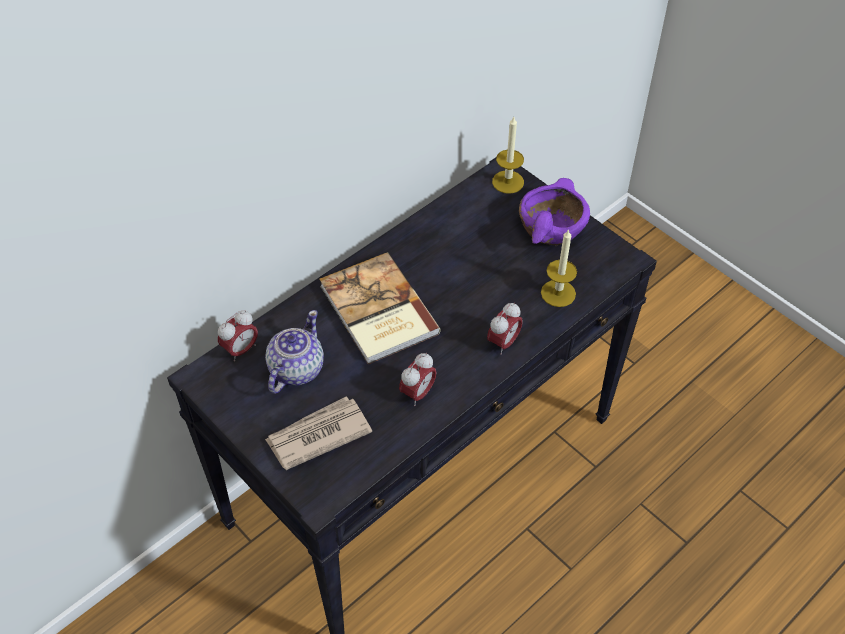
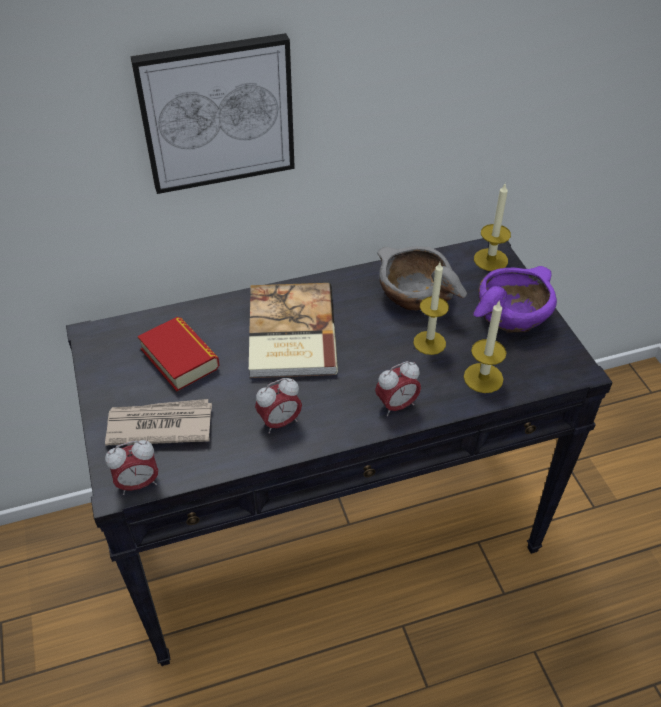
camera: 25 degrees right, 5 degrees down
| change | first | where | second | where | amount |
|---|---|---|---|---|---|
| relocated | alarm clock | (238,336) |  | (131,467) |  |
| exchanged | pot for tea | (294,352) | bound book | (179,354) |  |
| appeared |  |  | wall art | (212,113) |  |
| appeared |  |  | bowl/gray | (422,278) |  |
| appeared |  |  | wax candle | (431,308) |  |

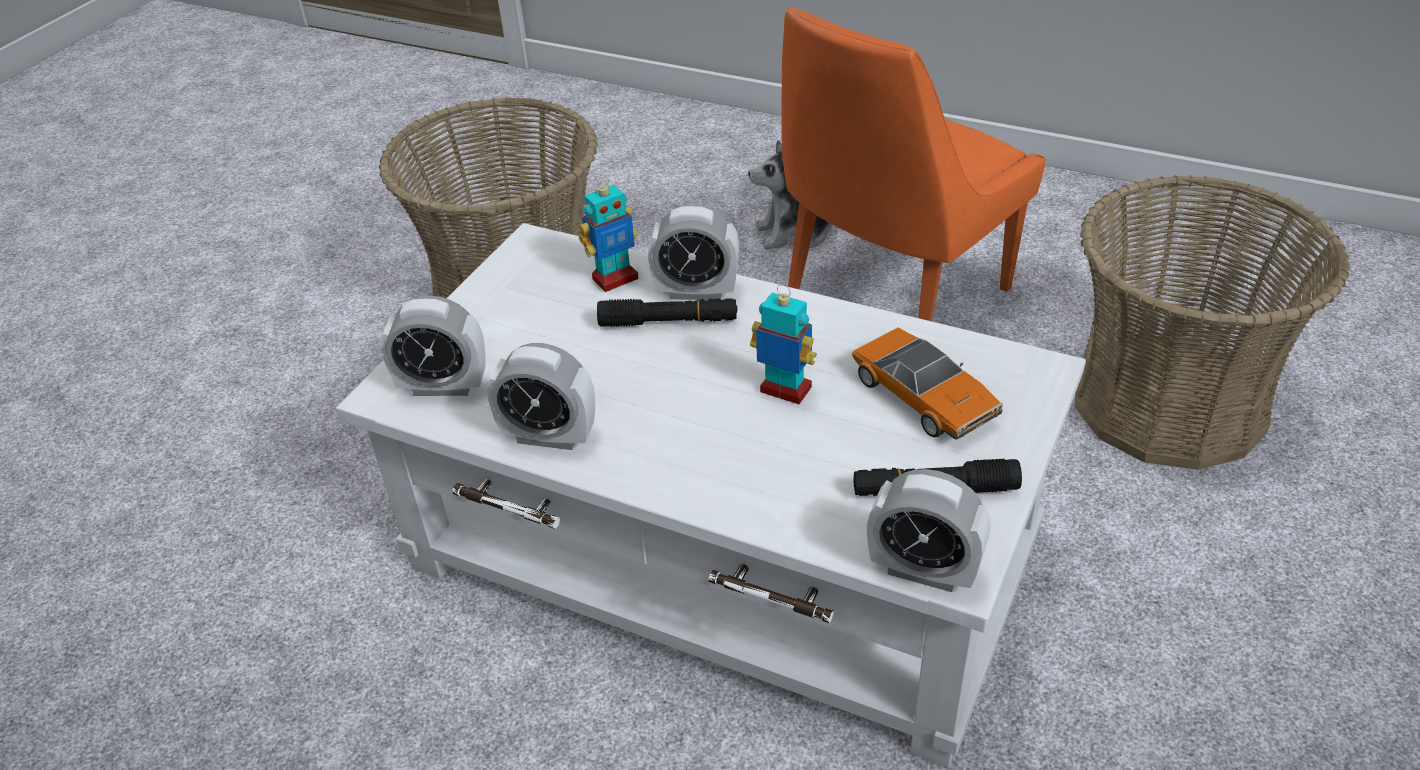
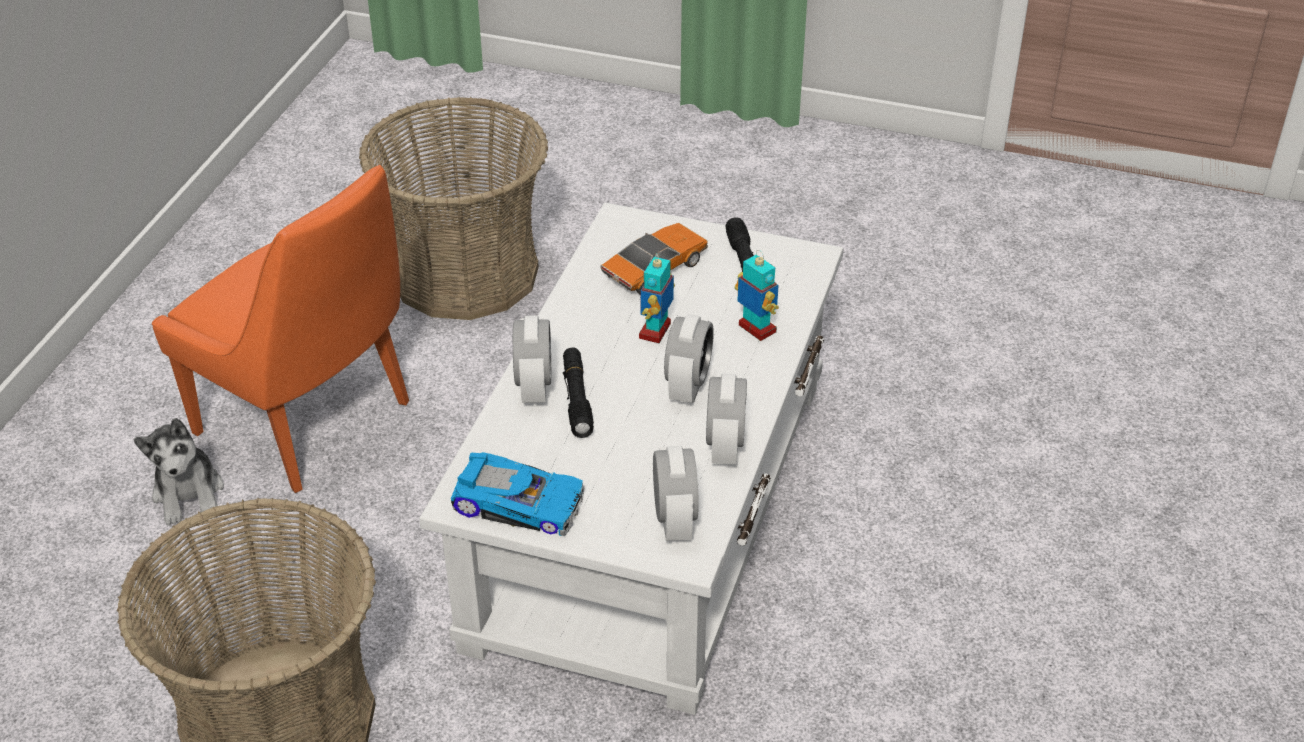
camera: 100 degrees left, 0 degrees up
| change | first | where | second | where | amount |
|---|---|---|---|---|---|
| relocated | toy robot | (608,234) |  | (757,295) |  |
| relocated | alarm clock | (929,530) |  | (689,358) |  |
| appeared |  |  | model car | (517,494) |  |

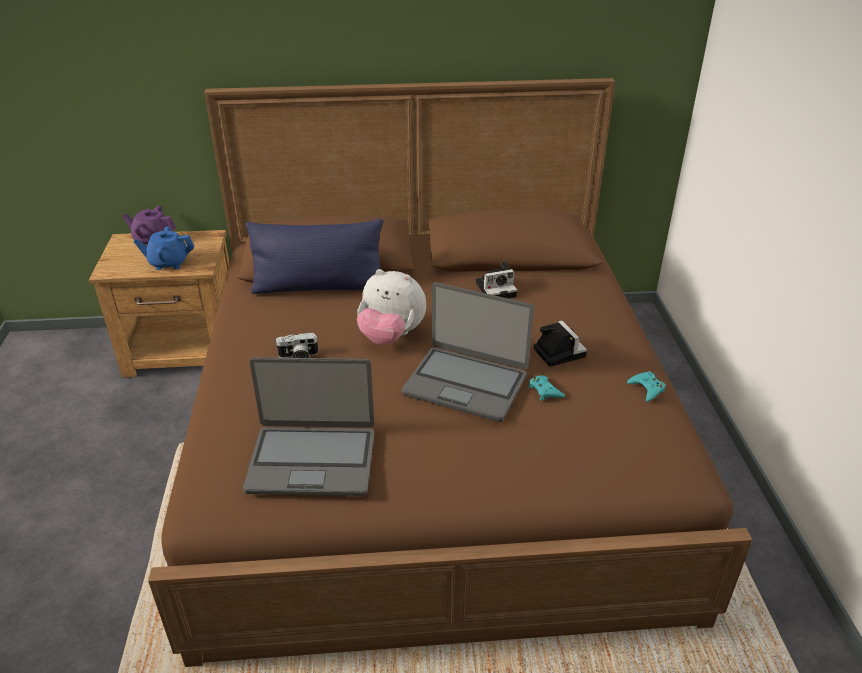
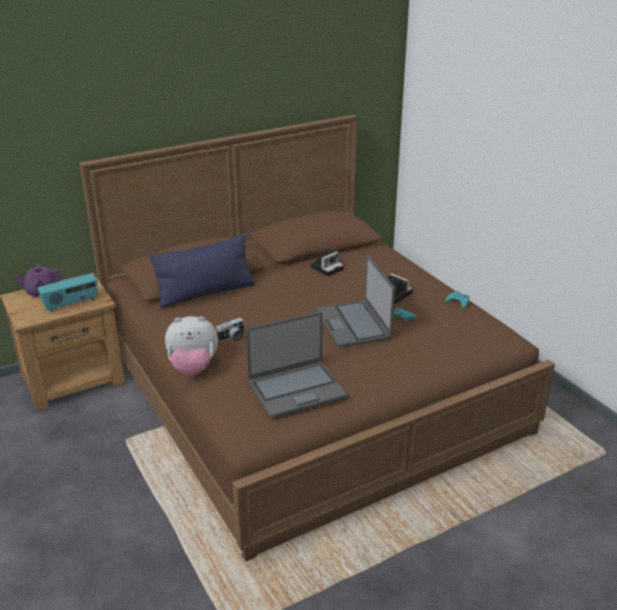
camera: 25 degrees left, 5 degrees down
| change | first | where | second | where | amount |
|---|---|---|---|---|---|
| exchanged | pot for tea/bluish | (164,248) | radio set | (68,292) |  |
| relocated | soft toy | (391,307) |  | (191,346) |  |
| spun | portable computer | (468,352) |  | (356,301) | 75 degrees clockwise |

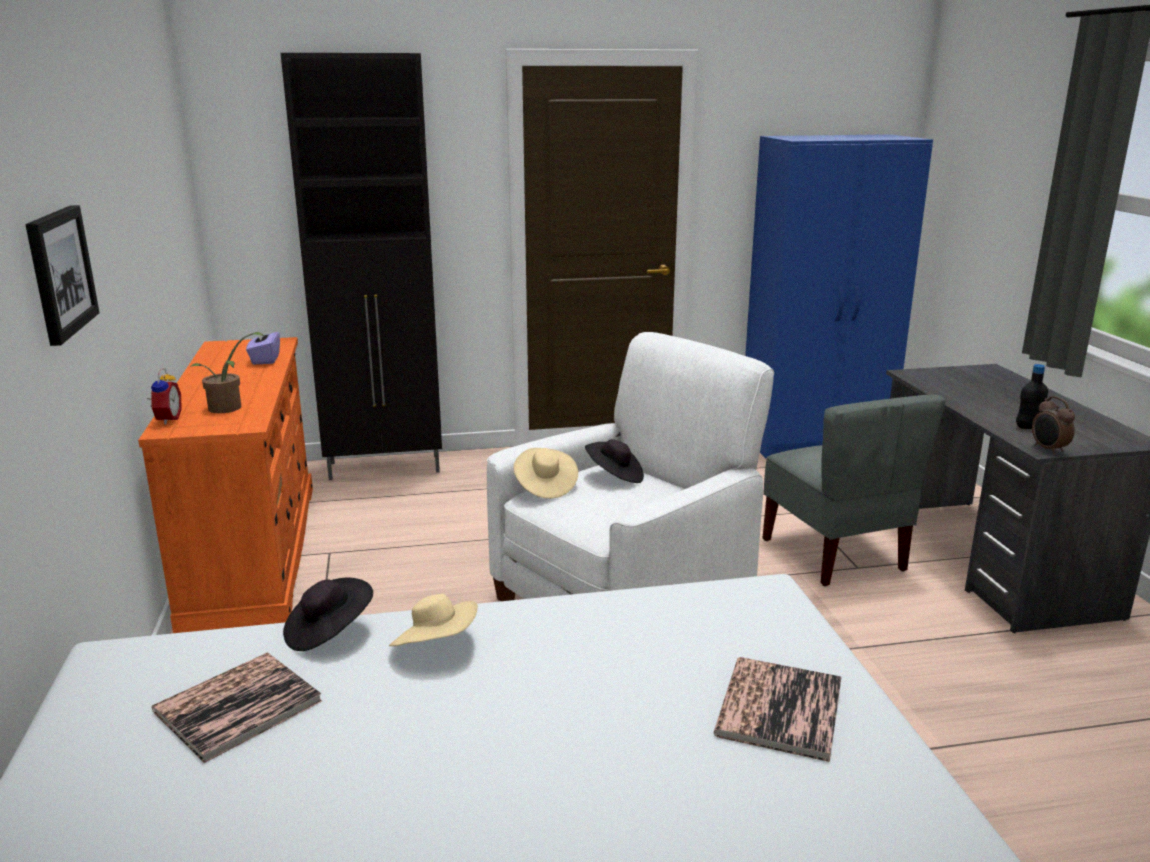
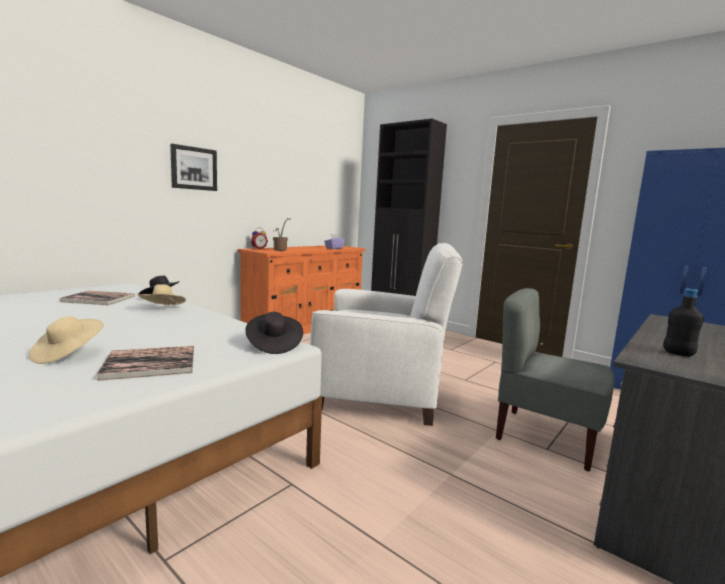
camera: 50 degrees right, 10 degrees down
| change | first | where | second | where | amount |
|---|---|---|---|---|---|
| spun | chair/gray | (854,490) |  | (555,379) | 90 degrees clockwise |
| missing | alarm clock | (1053,425) |  |  |  |
| relocated | wearable hat/black | (614,461) |  | (274,333) |  |
| relocated | wearable hat/sand-coloured | (545,473) |  | (66,340) |  |

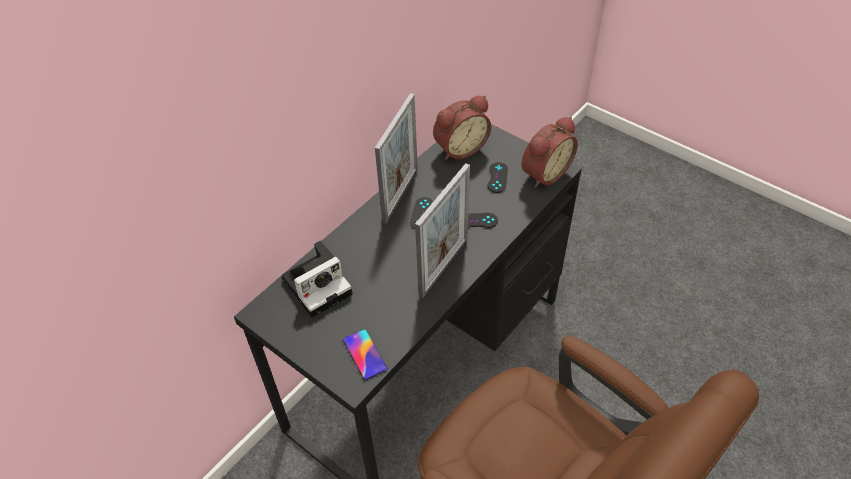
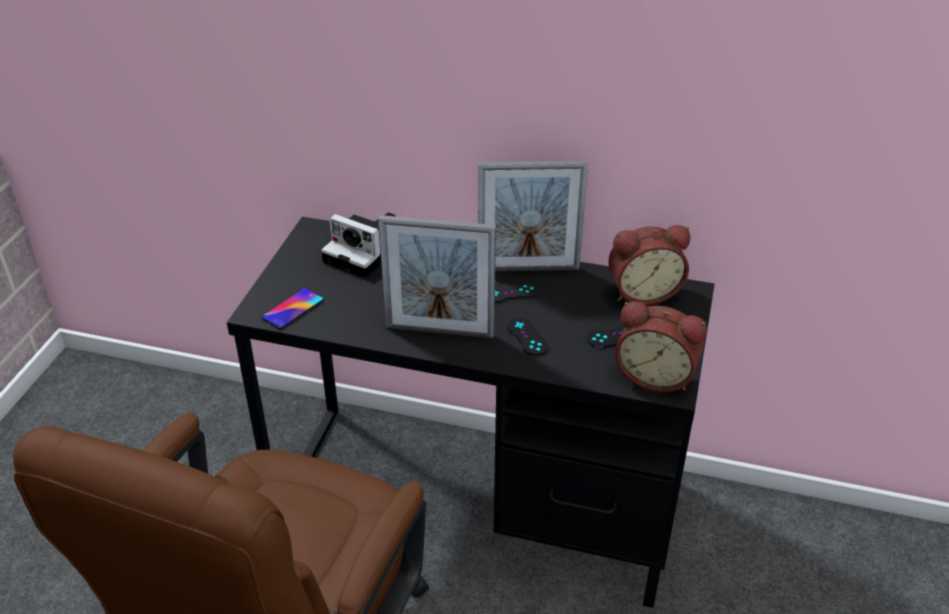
camera: 65 degrees right, 10 degrees down
| change | first | where | second | where | amount |
|---|---|---|---|---|---|
| spun | alarm clock | (462,127) |  | (649,265) | 45 degrees counterclockwise |

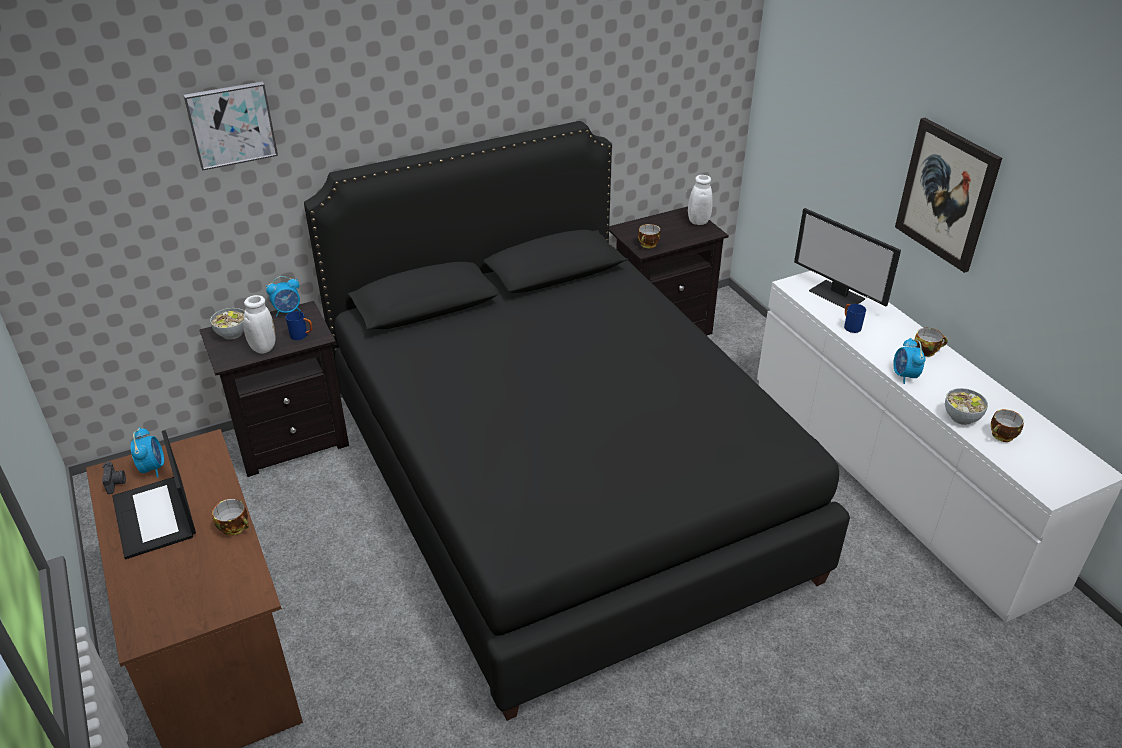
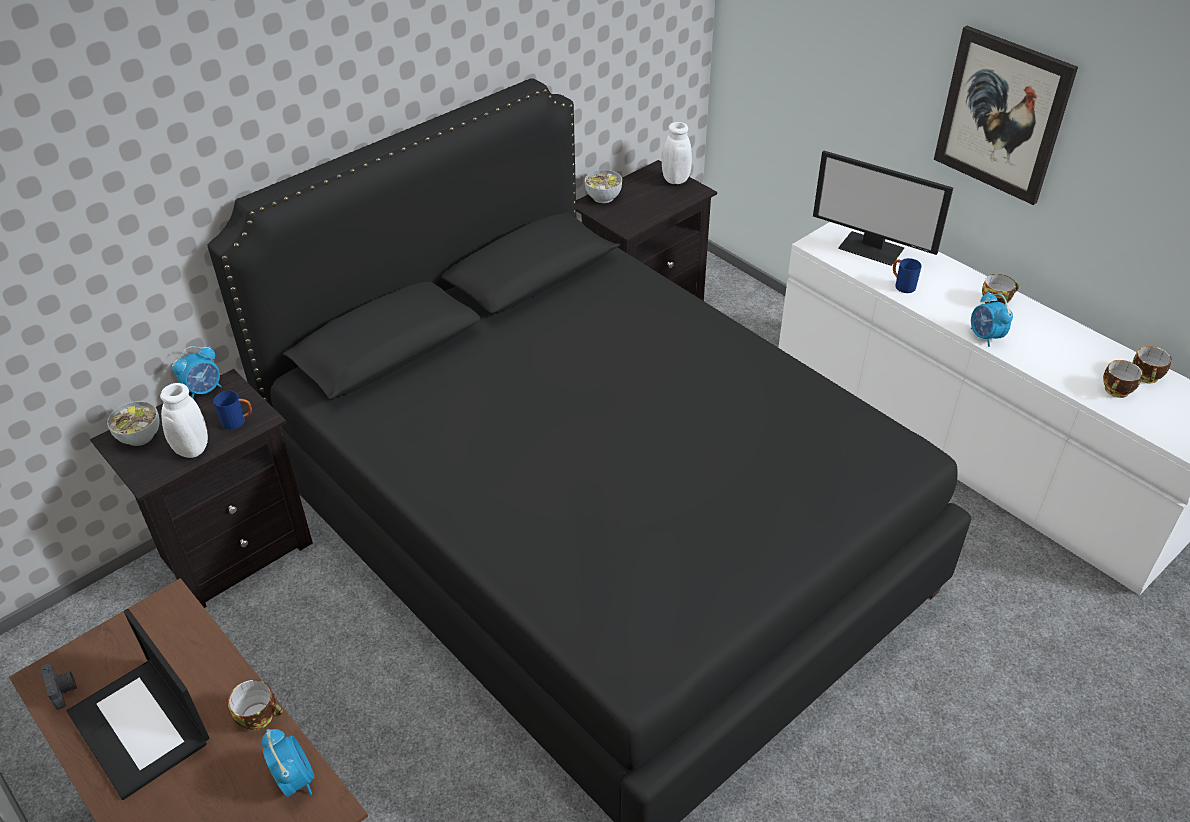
camera: 15 degrees left, 5 degrees up
| change | first | where | second | where | amount |
|---|---|---|---|---|---|
| missing | wall art | (231,126) |  |  |  |
| relocated | drinking cup | (649,236) |  | (1152,364) |  |
| relocated | bowl | (966,406) |  | (603,186) |  |
| relocated | alarm clock | (147,452) |  | (288,763) |  |

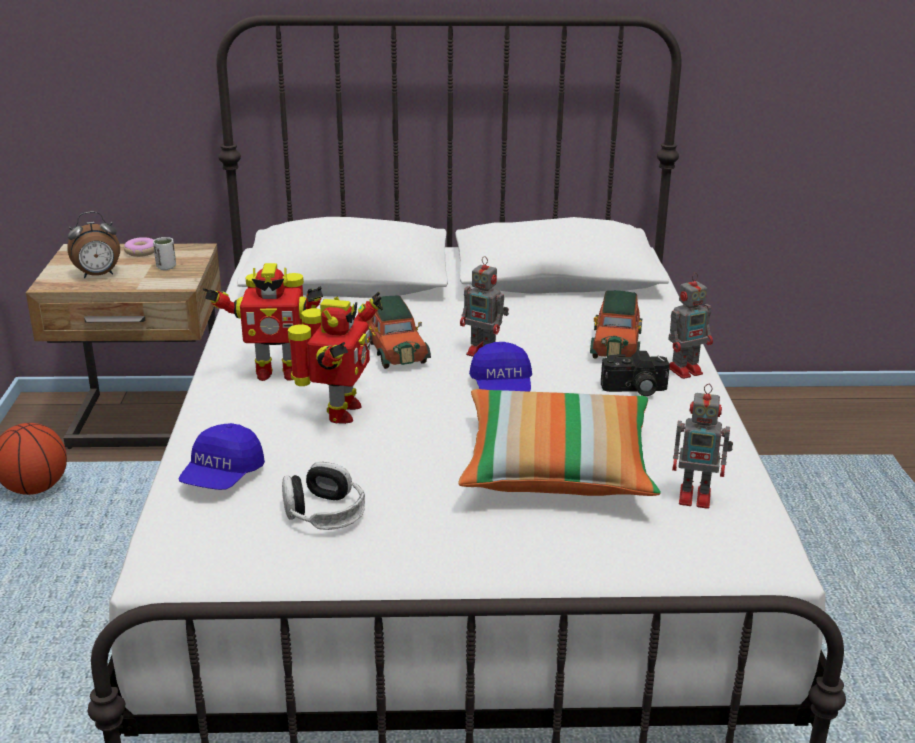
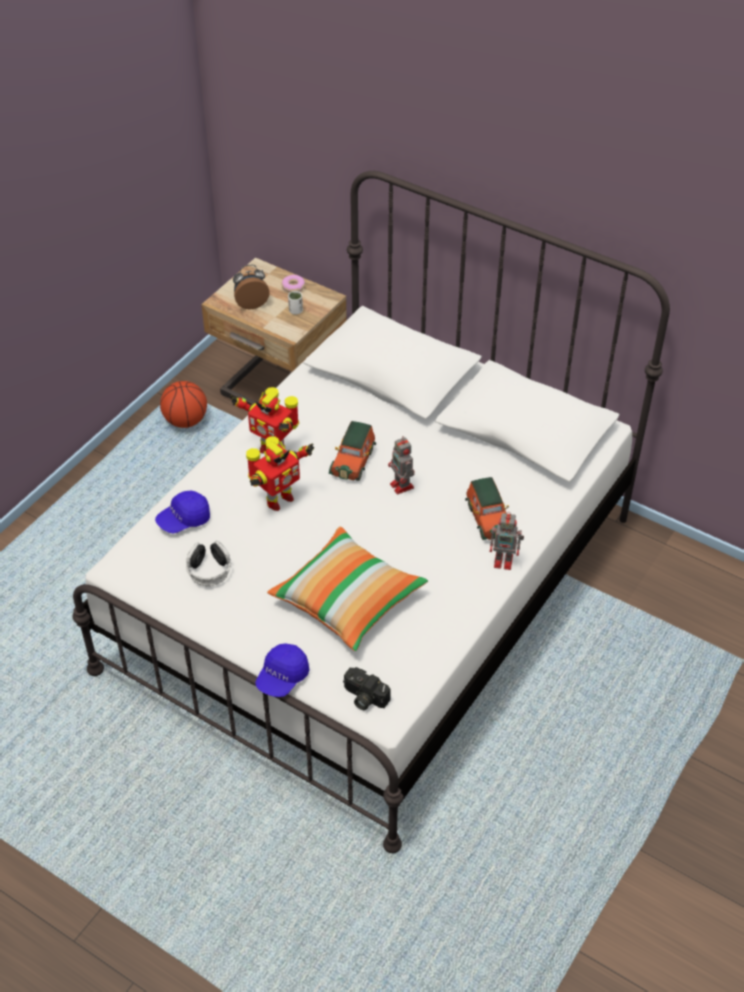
camera: 35 degrees right, 20 degrees up
| change | first | where | second | where | amount |
|---|---|---|---|---|---|
| spun | alarm clock | (93,245) |  | (251,287) | 150 degrees clockwise |
| spun | model car | (616,325) |  | (487,508) | 60 degrees counterclockwise |
| relocated | baseball cap/bluish | (500,367) |  | (282,670) |  |
| relocated | still camera | (635,373) |  | (367,688) |  |
| missing | toy robot | (702,446) |  |  |  |

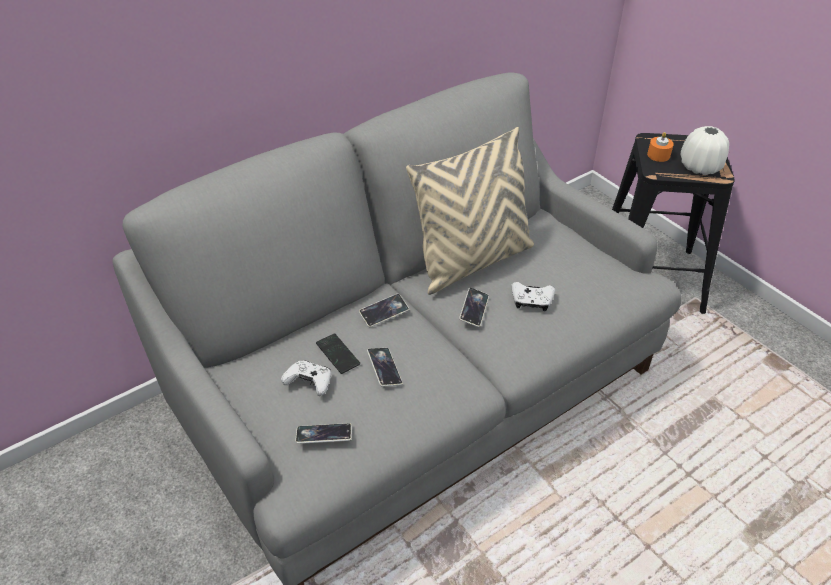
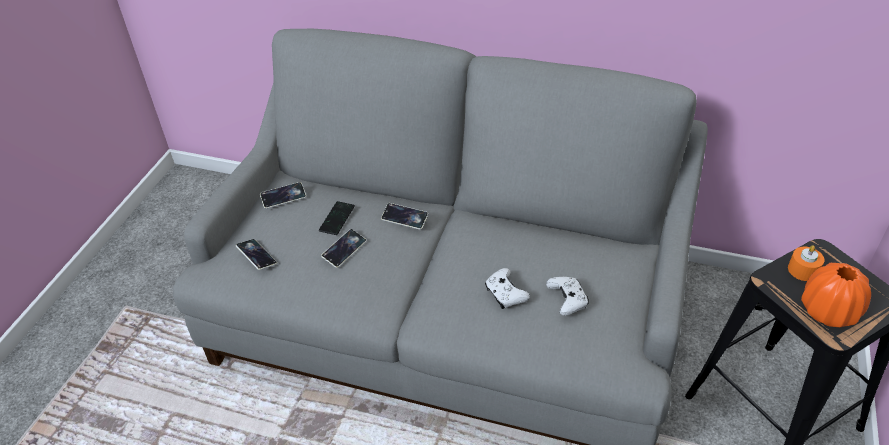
camera: 55 degrees right, 0 degrees up
| change | first | where | second | where | amount |
|---|---|---|---|---|---|
| colour | decorative vase/white-coloured | (705,150) | decorative vase/orange | (836,295) |  |
| missing | cushion/sand-coloured | (470,211) |  |  |  |
| relocated | telephone | (474,307) |  | (283,195) |  |
| relocated | joypad/white-coloured | (306,378) |  | (567,296) |  |

